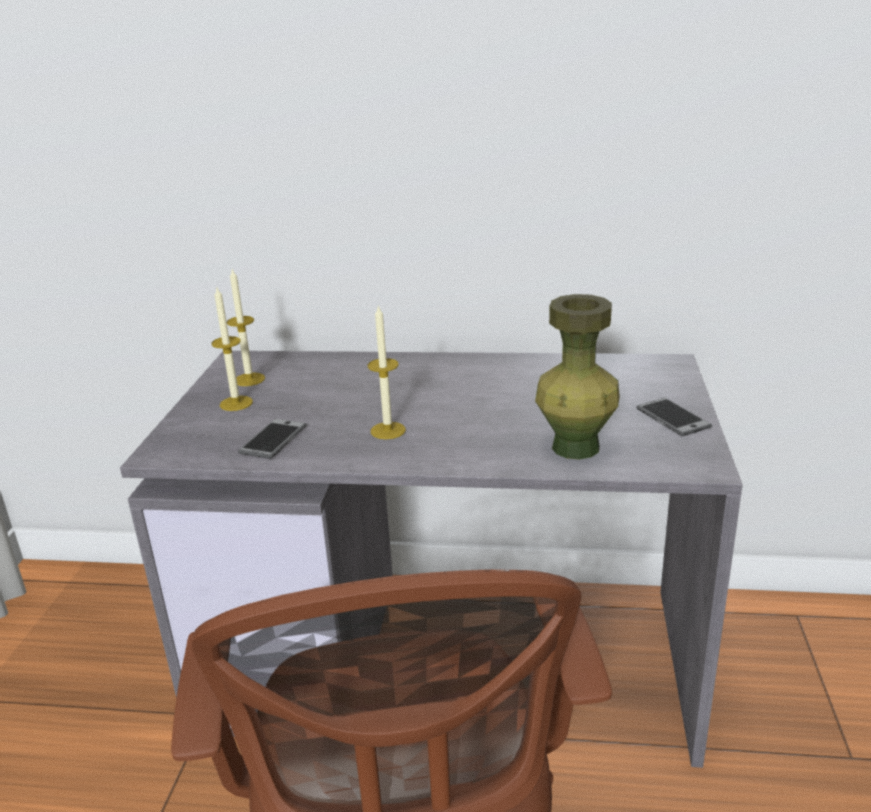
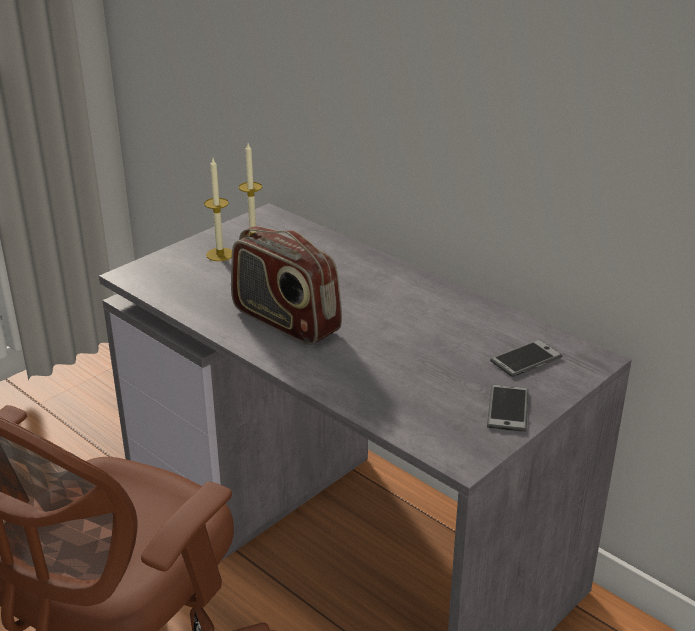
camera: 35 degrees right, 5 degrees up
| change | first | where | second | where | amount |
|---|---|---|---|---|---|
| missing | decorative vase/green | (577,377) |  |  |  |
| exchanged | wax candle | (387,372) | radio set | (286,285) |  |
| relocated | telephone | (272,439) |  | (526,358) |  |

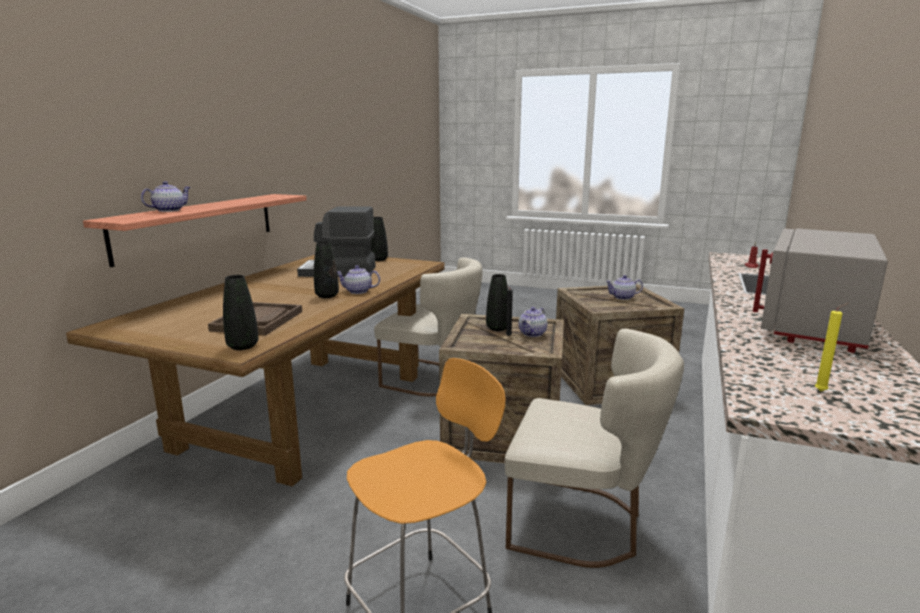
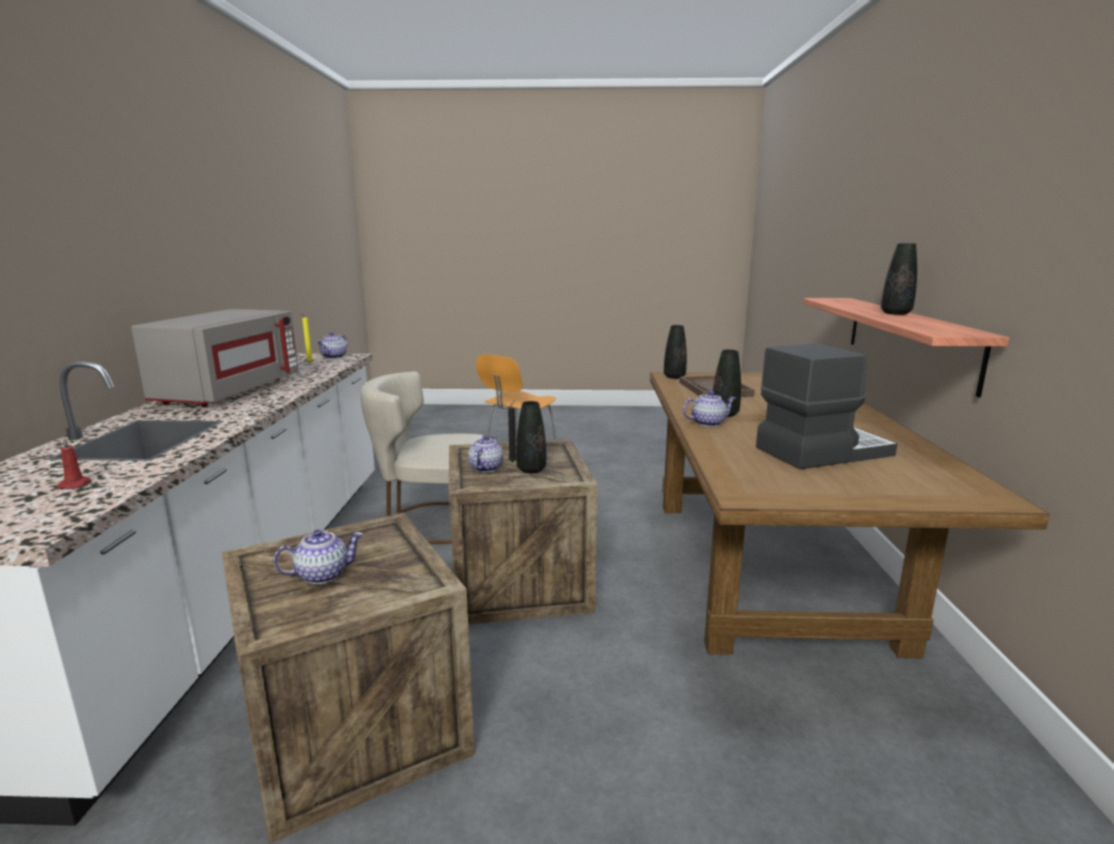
camera: 160 degrees right, 0 degrees up
| change | first | where | second | where | amount |
|---|---|---|---|---|---|
| relocated | pot for tea | (166,196) |  | (332,345) |  |
| relocated | decorative vase/black | (379,239) |  | (899,279) |  |
| missing | chair/sand-coloured | (428,326) |  |  |  |

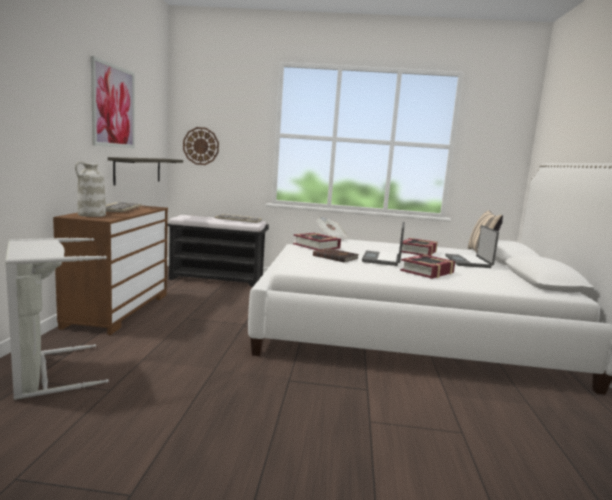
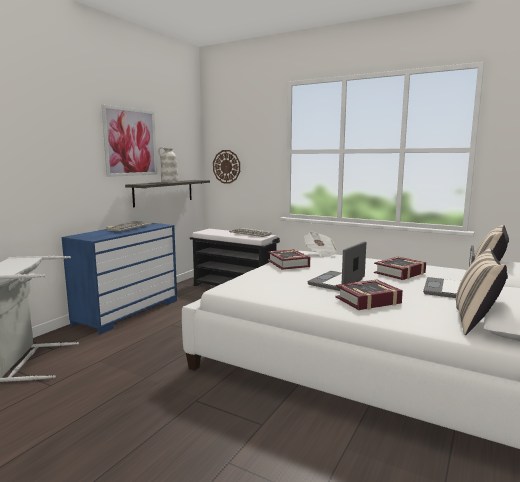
camera: 25 degrees right, 0 degrees up
| change | first | where | second | where | amount |
|---|---|---|---|---|---|
| relocated | decorative vase/white-coloured | (90,189) |  | (168,165) |  |
| colour | drawer chest/brownish | (110,270) | drawer chest/bluish | (119,279) |  |
| missing | bound book/brownish | (336,255) |  |  |  |
| appeared |  |  | cushion/sand-coloured | (482,291) |  |

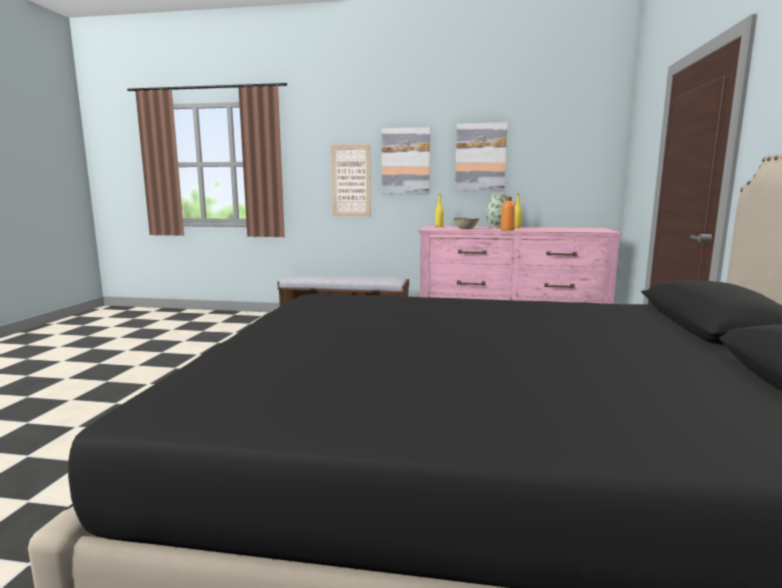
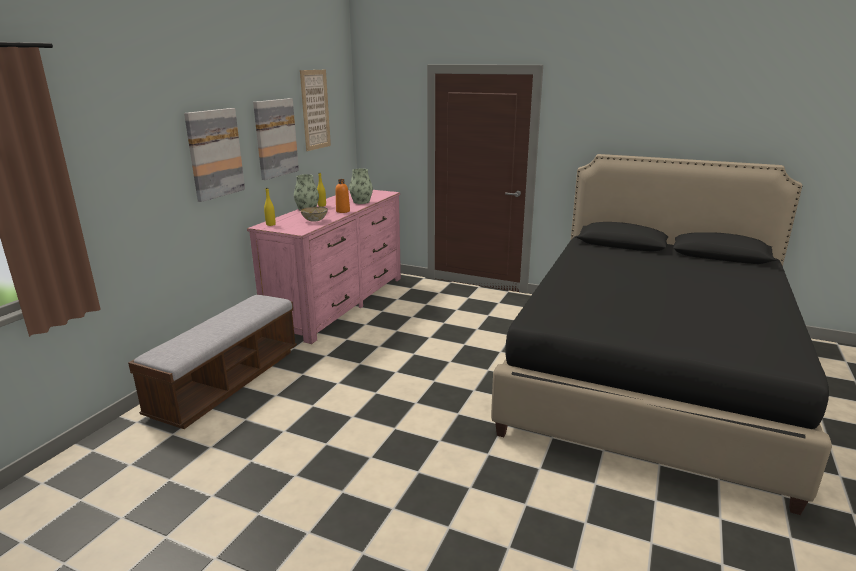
camera: 75 degrees left, 10 degrees up
| change | first | where | second | where | amount |
|---|---|---|---|---|---|
| relocated | wall art | (351,180) |  | (315,110) |  |
| appeared |  |  | decorative vase | (361,186) |  |

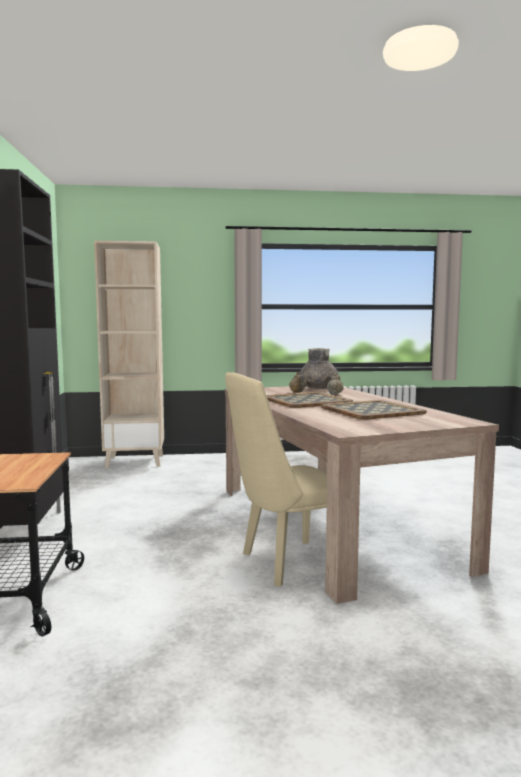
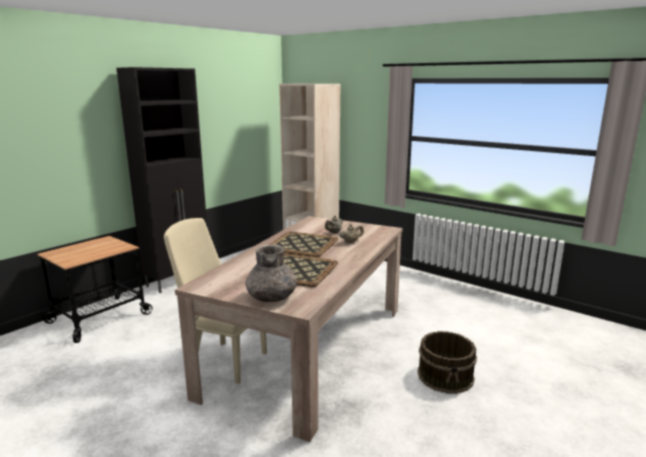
camera: 45 degrees right, 10 degrees up
| change | first | where | second | where | amount |
|---|---|---|---|---|---|
| relocated | decorative vase/gray | (319,368) |  | (271,273) |  |
| appeared |  |  | pail/brownish | (447,362) |  |

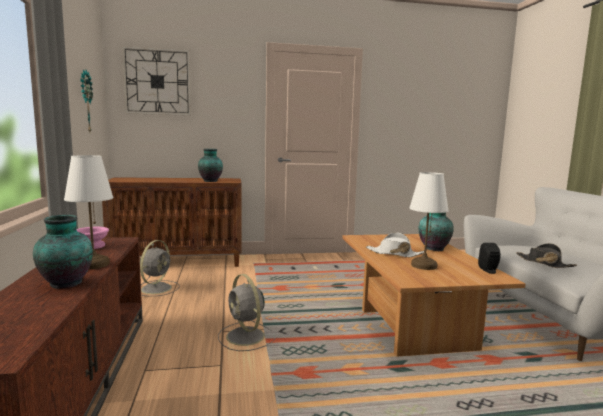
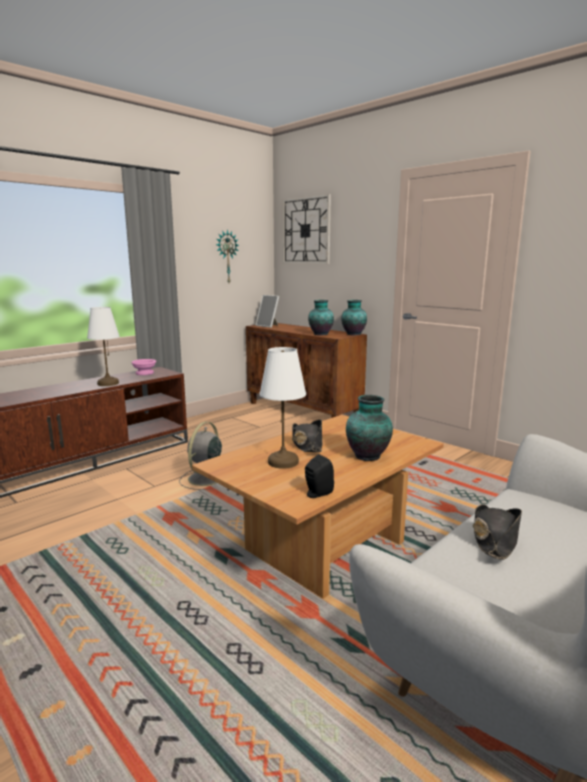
camera: 55 degrees right, 5 degrees up
| change | first | where | second | where | amount |
|---|---|---|---|---|---|
| relocated | decorative vase | (63,252) |  | (354,318) |  |
| colour | wearable hat/white-coloured | (395,244) | wearable hat/black | (307,436) |  |
| missing | electric fan/gray | (160,268) |  |  |  |
| appeared |  |  | photo frame | (267,311) |  |

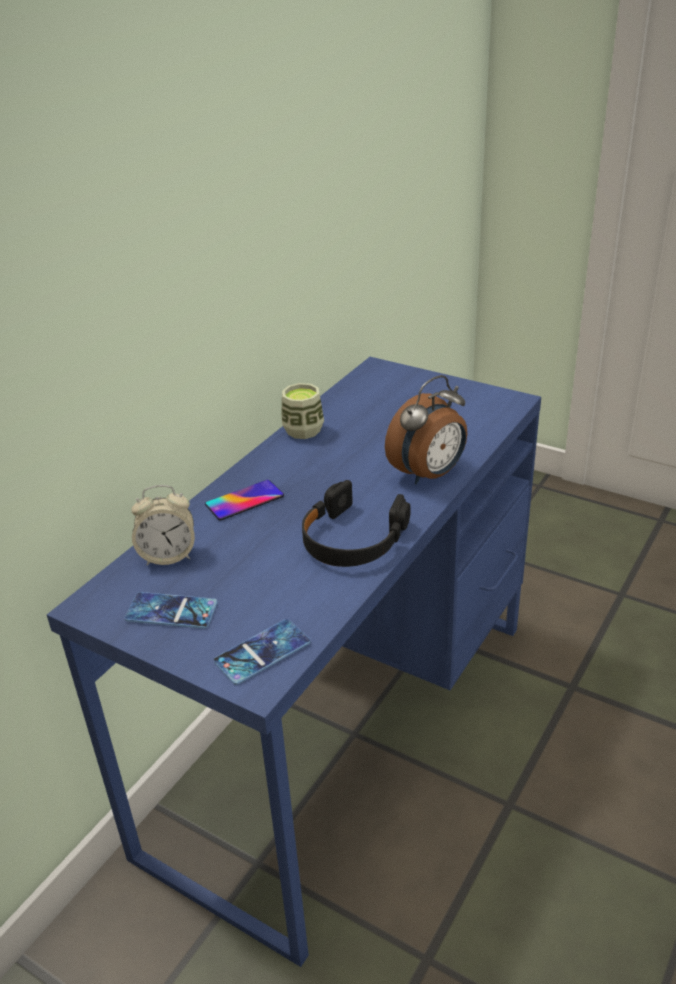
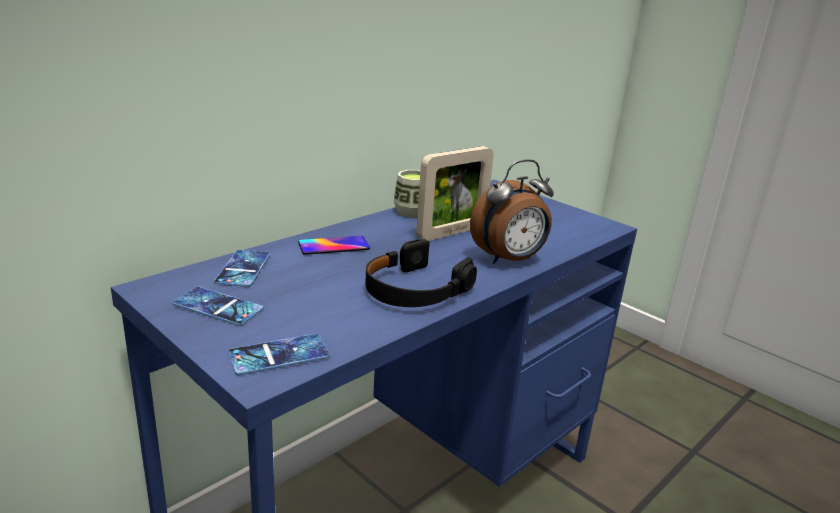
camera: 10 degrees right, 10 degrees down
| change | first | where | second | where | amount |
|---|---|---|---|---|---|
| exchanged | alarm clock | (163,525) | telephone | (242,268) |  |
| appeared |  |  | photo frame | (455,193) |  |

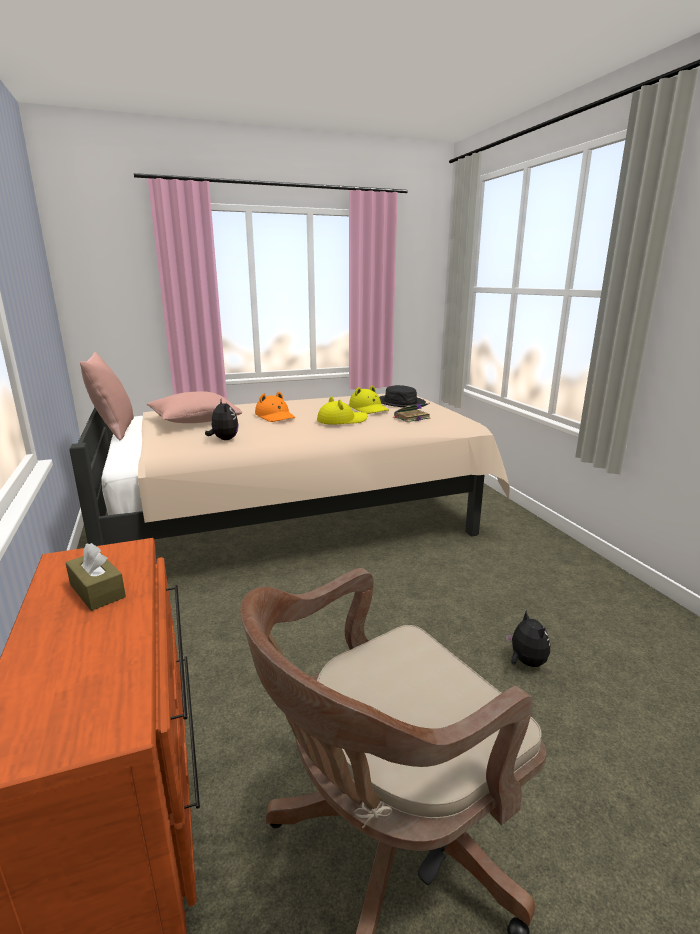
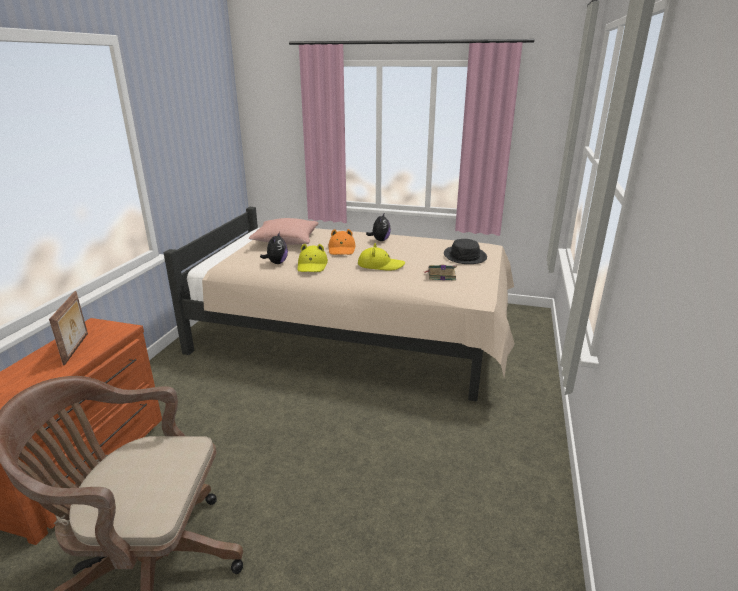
camera: 35 degrees right, 5 degrees up
| change | first | where | second | where | amount |
|---|---|---|---|---|---|
| missing | cushion/pink | (107,396) |  |  |  |
| relocated | wearable hat/yellowish | (369,399) |  | (312,258) |  |
| exchanged | tissue box/brownish | (96,577) | photo frame | (68,328) |  |
| relocated | soft toy | (528,638) |  | (378,226) |  |

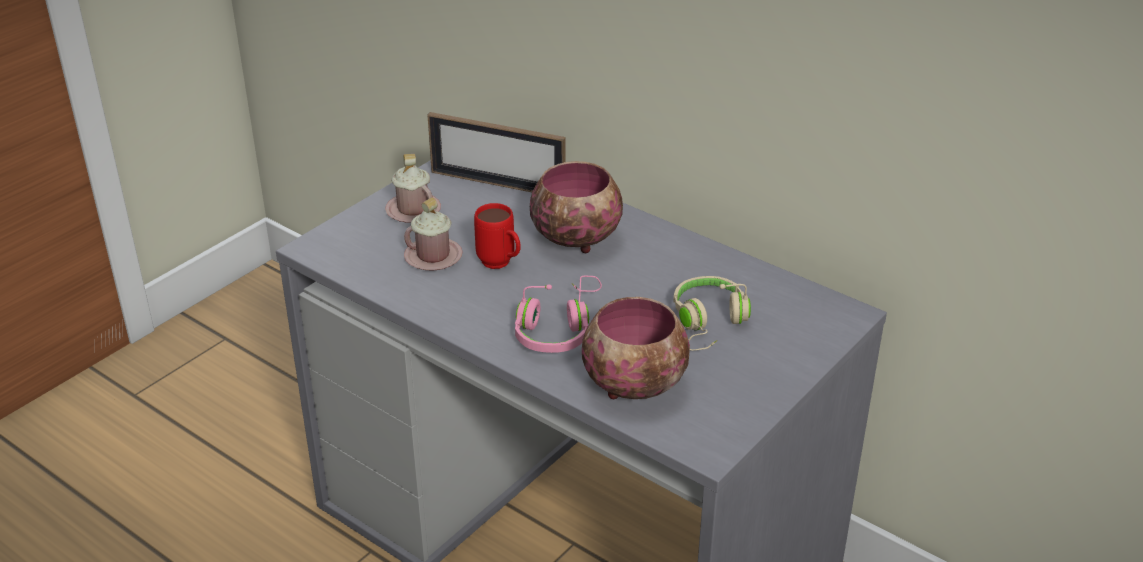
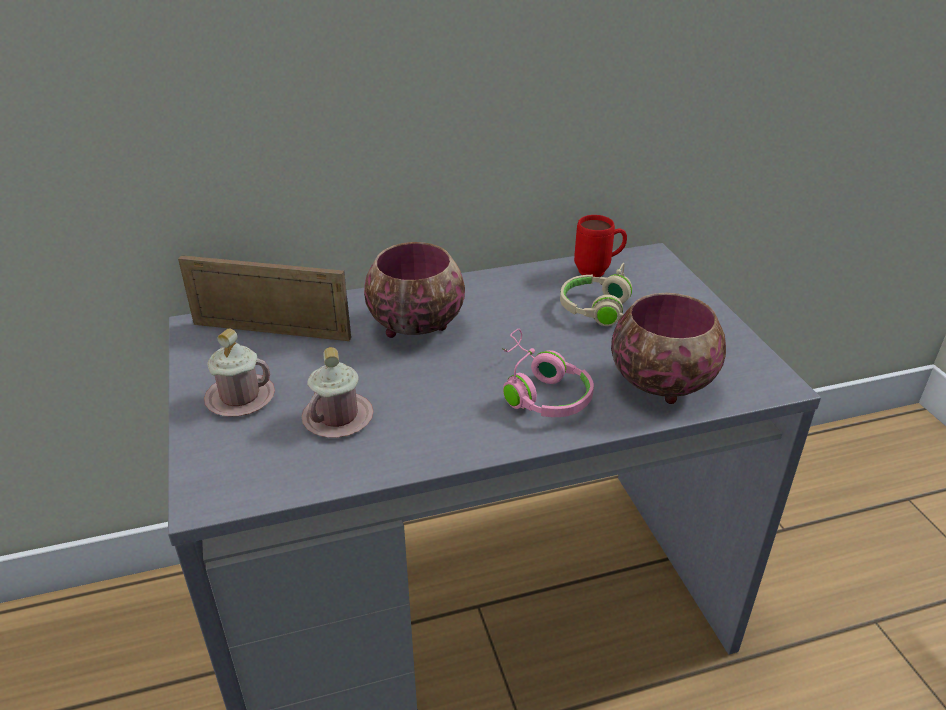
camera: 55 degrees left, 0 degrees up
| change | first | where | second | where | amount |
|---|---|---|---|---|---|
| spun | photo frame | (497,152) |  | (264,298) | 135 degrees counterclockwise |
| relocated | mug/red | (497,236) |  | (600,246) |  |

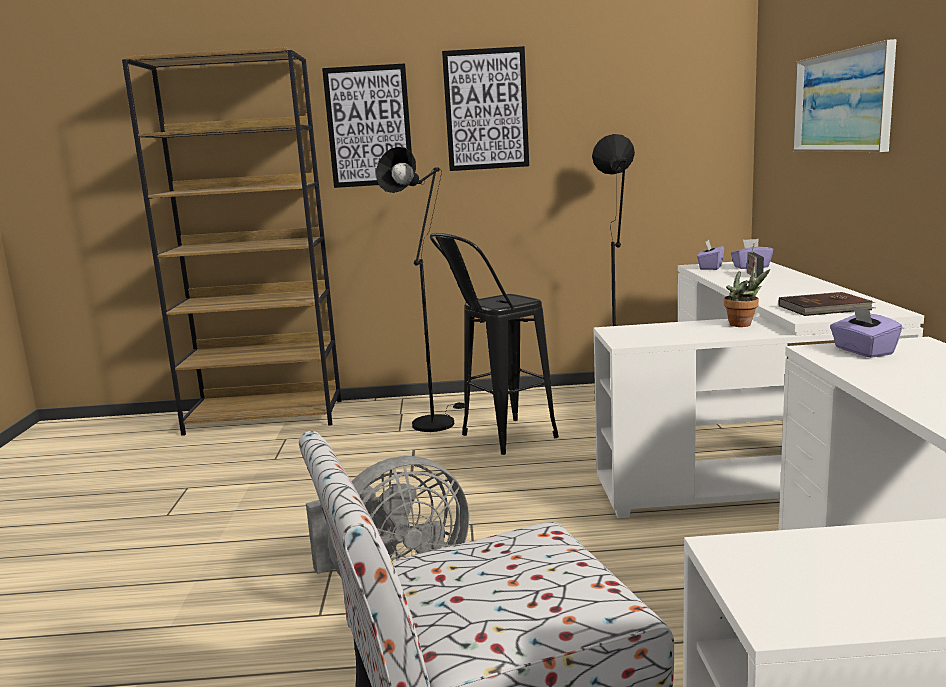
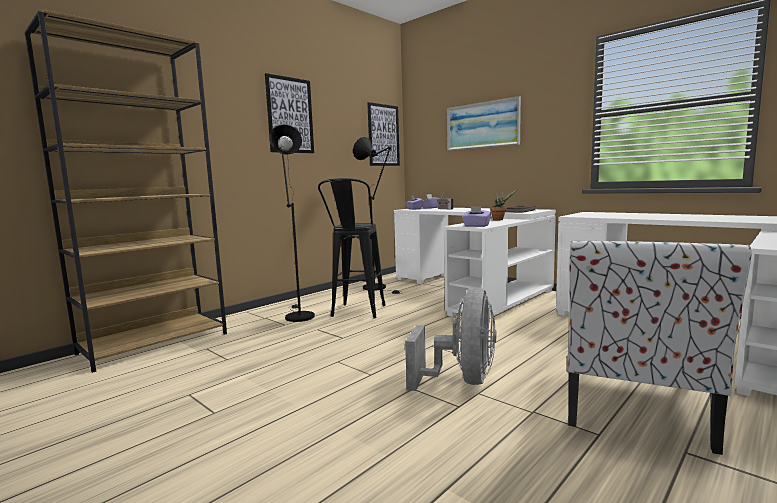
camera: 45 degrees left, 5 degrees down
| change | first | where | second | where | amount |
|---|---|---|---|---|---|
| relocated | wall art | (367,125) |  | (383,134) |  |
| relocated | tissue box/purple-coloured | (866,331) |  | (476,216) |  |

